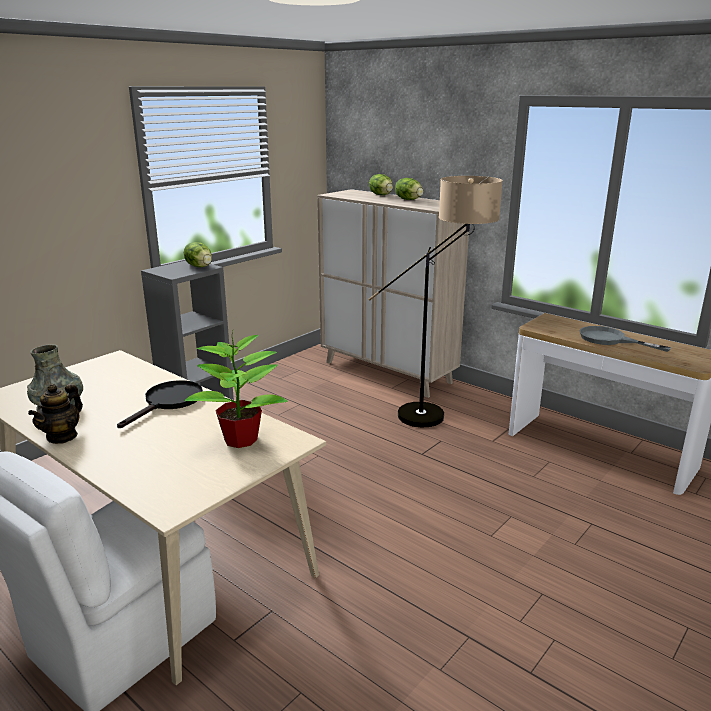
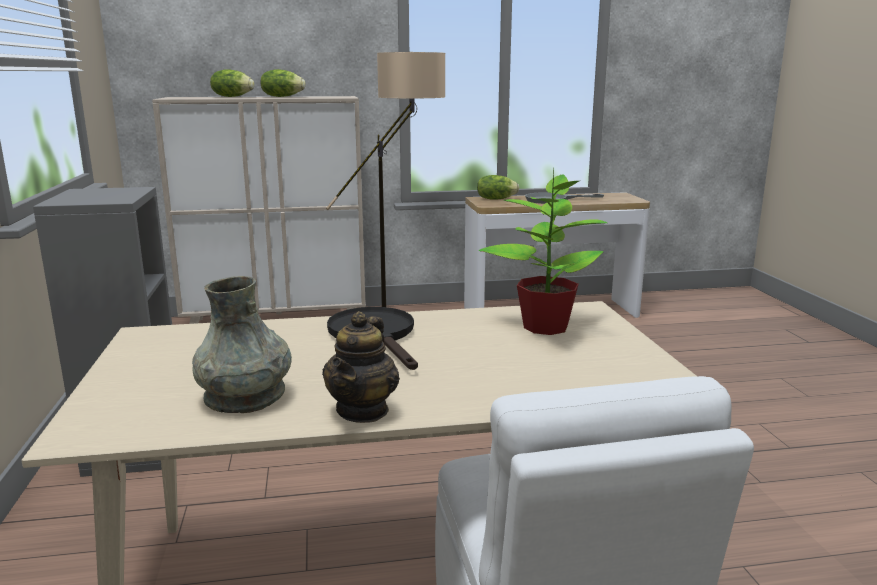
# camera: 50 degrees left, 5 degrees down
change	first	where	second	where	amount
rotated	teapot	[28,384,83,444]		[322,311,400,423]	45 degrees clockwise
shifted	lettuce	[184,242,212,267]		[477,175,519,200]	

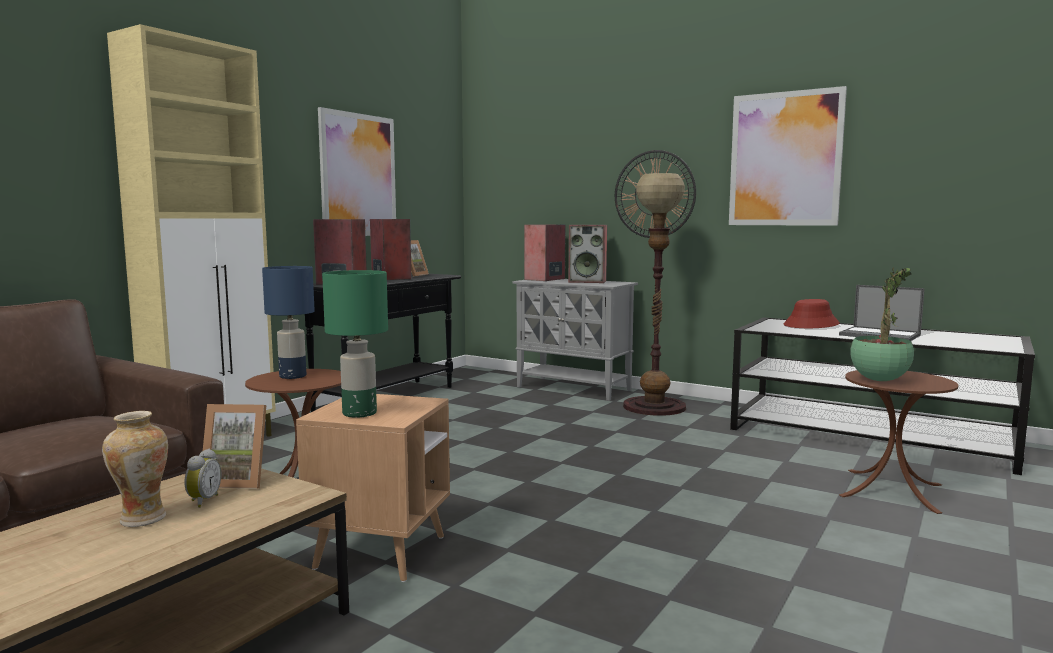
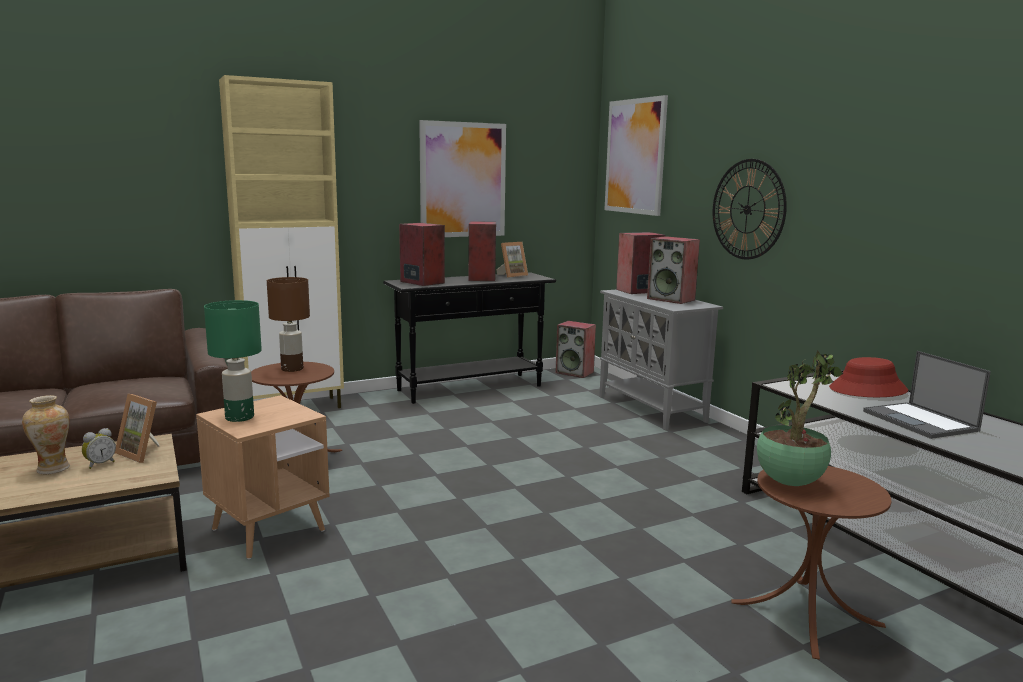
# camera: 30 degrees right, 5 degrees up
change	first	where	second	where	amount
repainted	blue table lamp	[262,266,315,379]	brown table lamp	[267,277,310,372]	
gone	floor lamp	[623,173,686,416]			
shifted	picture	[729,86,847,226]		[605,95,668,216]	
new			speaker	[555,321,596,378]	

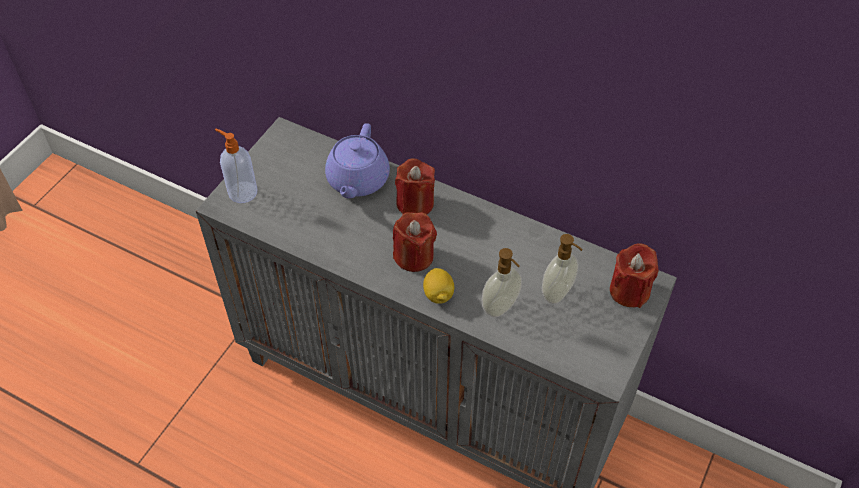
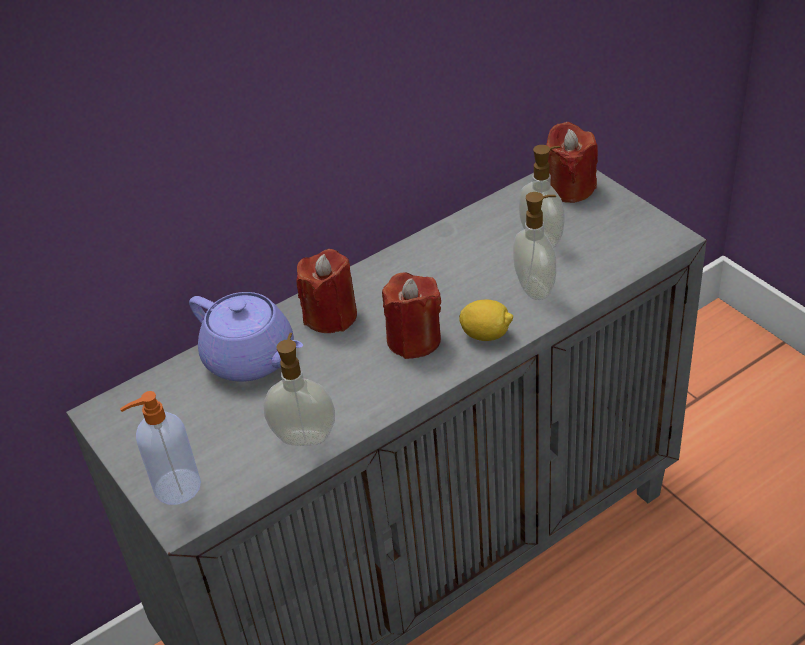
# camera: 60 degrees left, 10 degrees down
change	first	where	second	where	amount
new			soap dispenser	[264,333,335,446]	

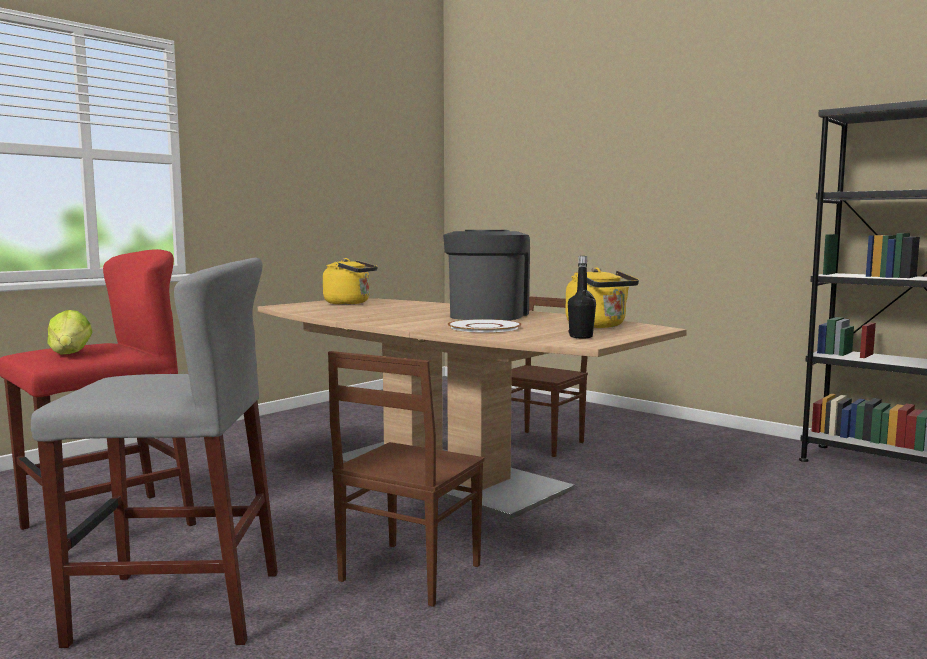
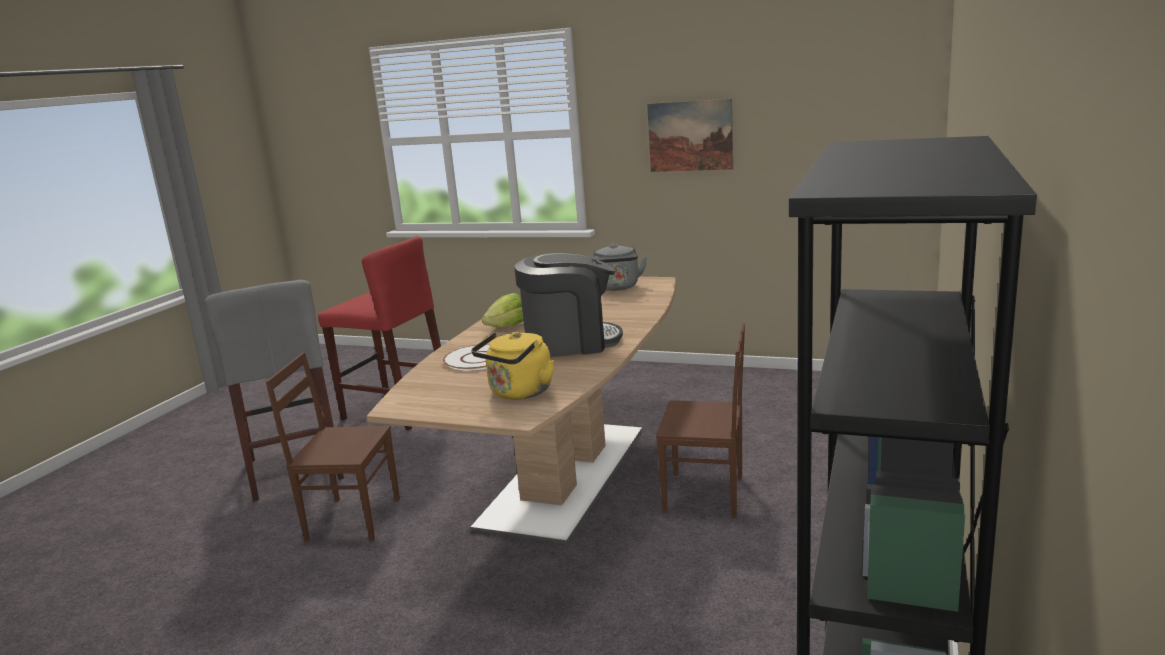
# camera: 70 degrees right, 10 degrees up
change	first	where	second	where	amount
shifted	lettuce	[47,310,93,355]		[482,293,523,327]	
repainted	yellow kettle	[323,258,378,305]	grey kettle	[593,244,647,291]	
gone	black bottle	[568,256,596,338]			
new			picture	[647,99,733,172]	

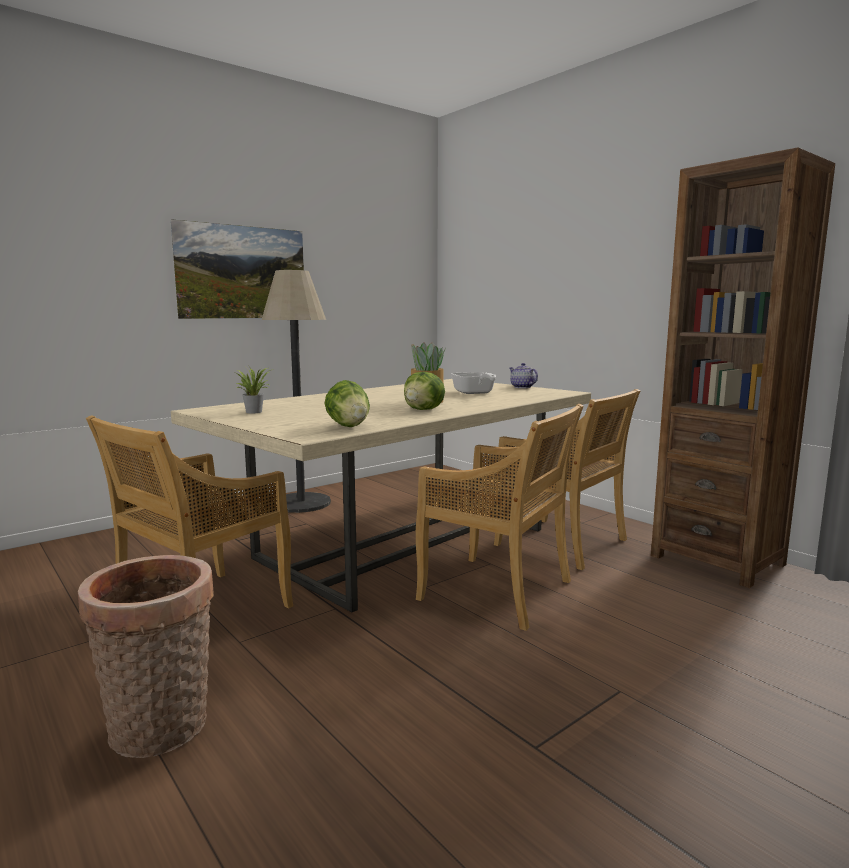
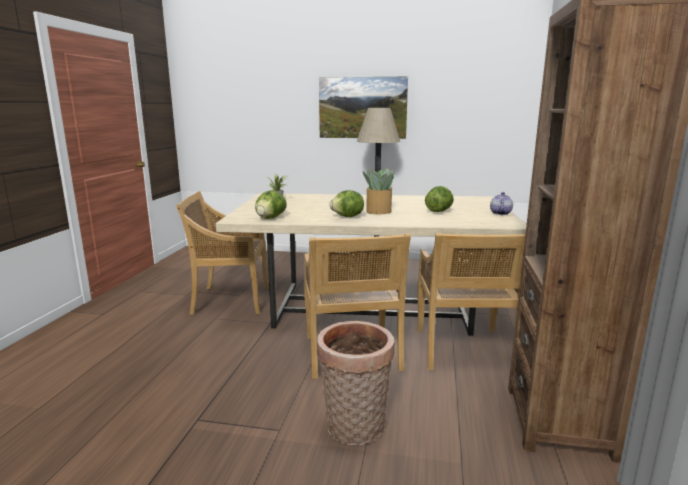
# camera: 50 degrees right, 5 degrees up
change	first	where	second	where	amount
shifted	basket	[78,555,214,758]		[317,321,394,445]	
swapped	frying pan	[451,372,496,394]	lettuce	[425,186,454,212]	

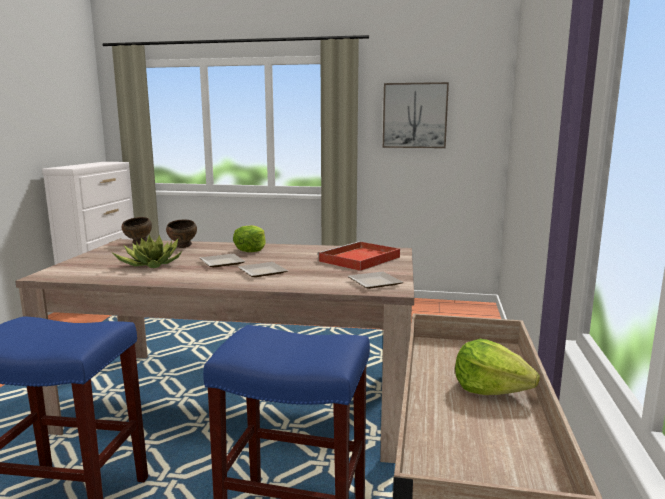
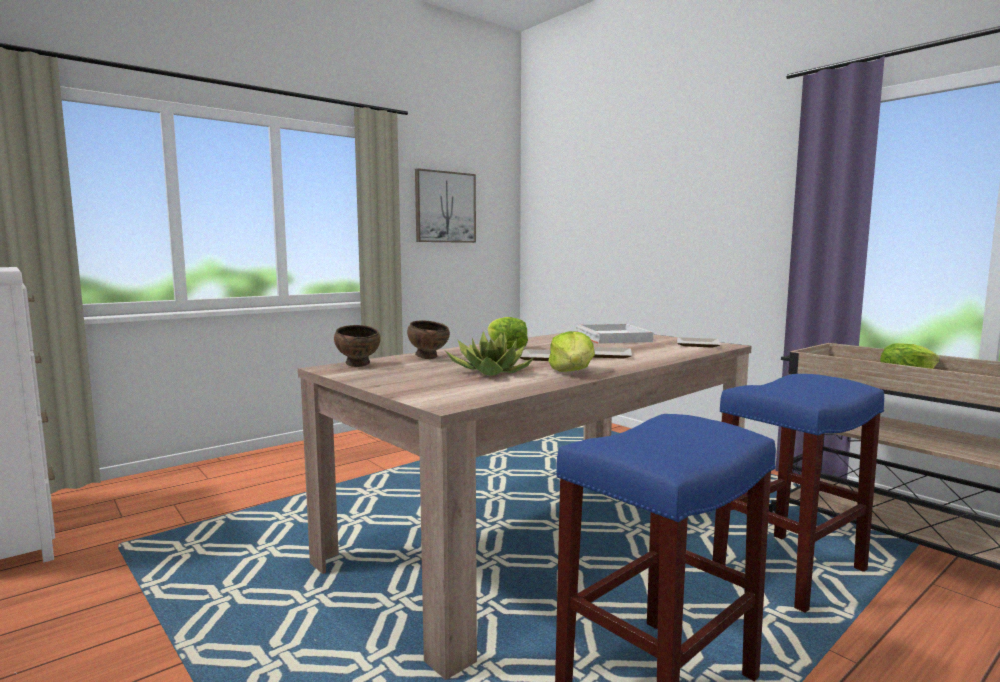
# camera: 50 degrees left, 5 degrees down
change	first	where	second	where	amount
repainted	red tray	[317,241,400,271]	white tray	[576,324,653,344]	
new			lettuce	[548,331,595,372]	

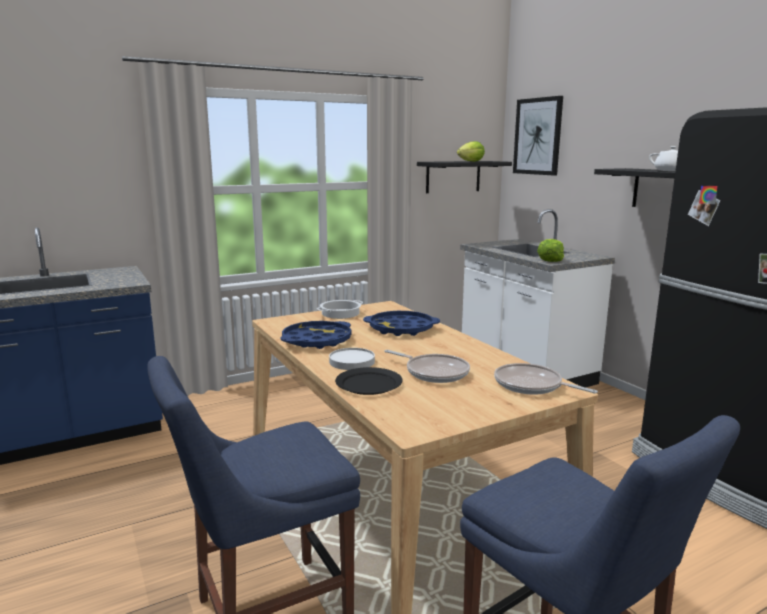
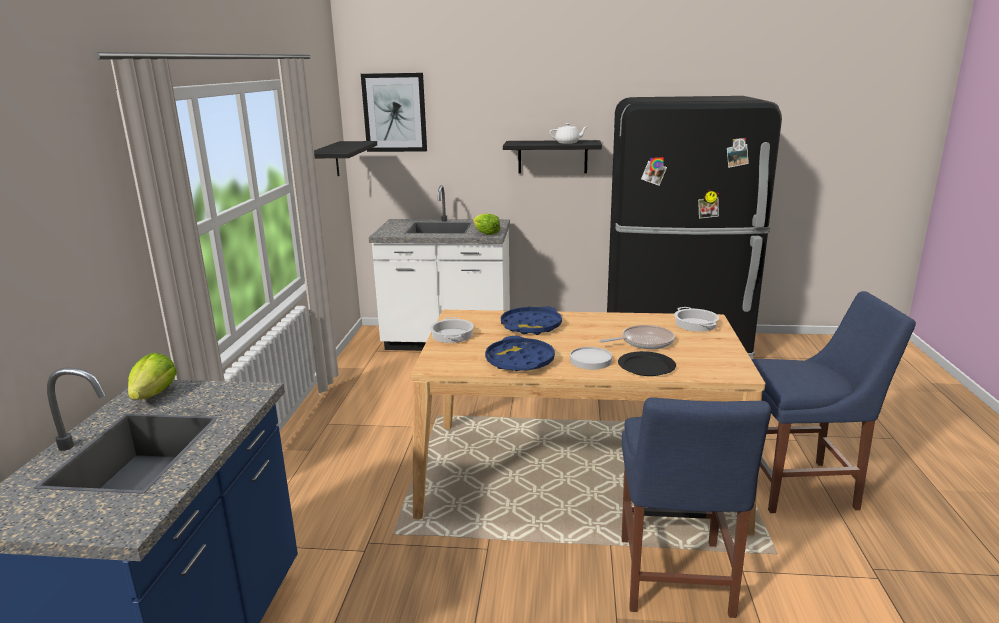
# camera: 55 degrees left, 5 degrees up
change	first	where	second	where	amount
shifted	lettuce	[457,141,485,162]		[128,353,177,400]	
swapped	frying pan	[494,363,598,395]	cooking pot	[674,307,719,332]	

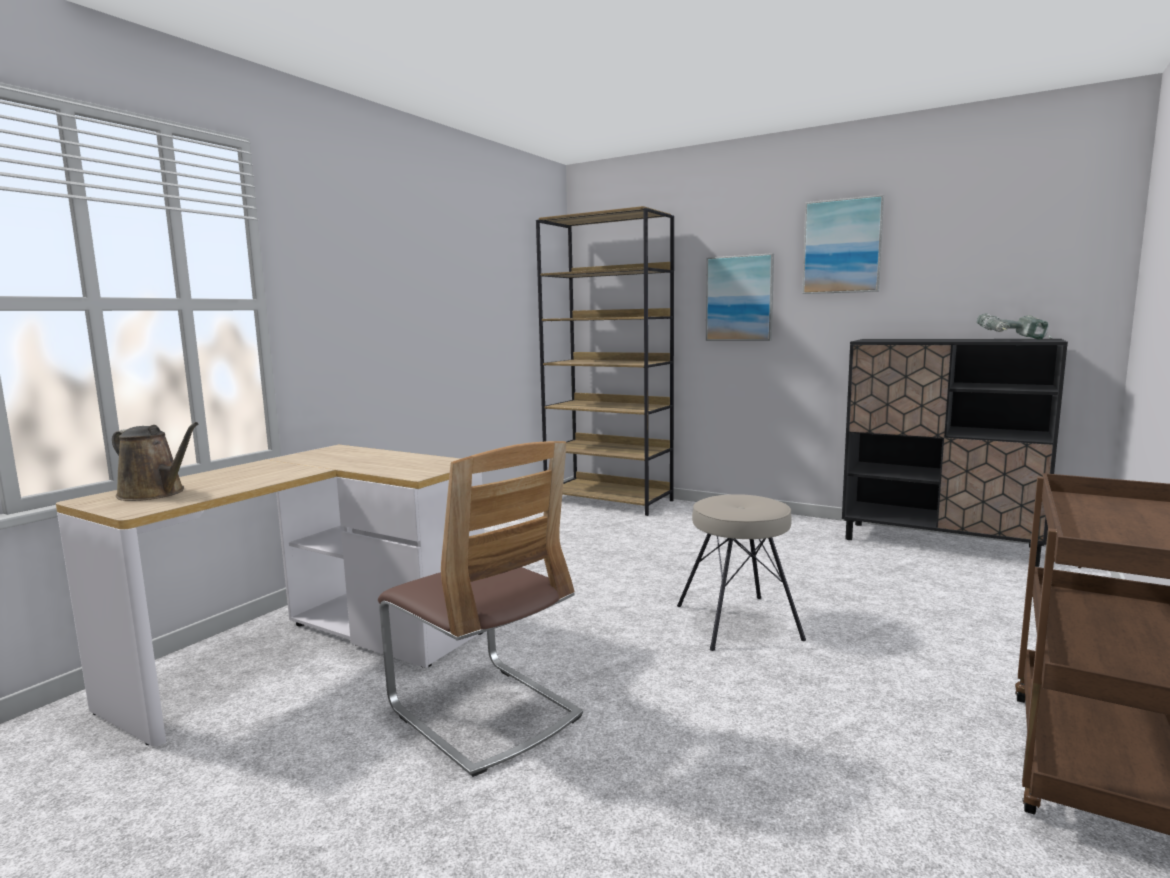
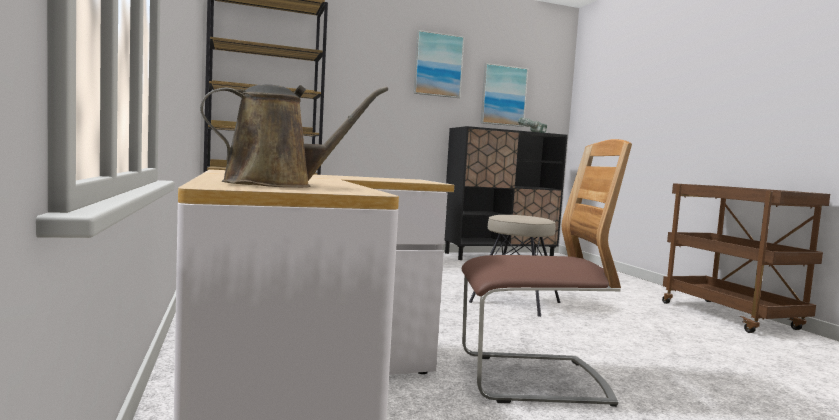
# camera: 50 degrees left, 5 degrees down
change	first	where	second	where	amount
shifted	picture	[706,253,774,341]		[481,63,528,127]	

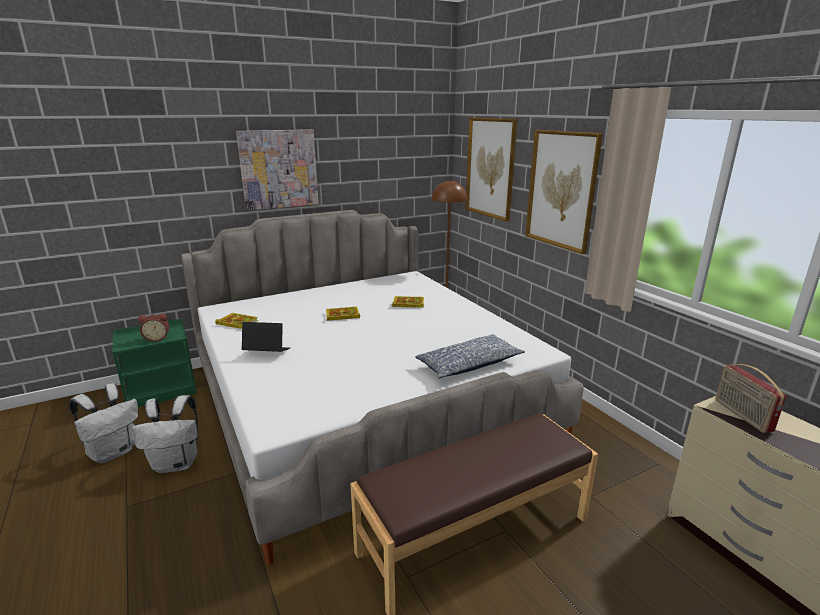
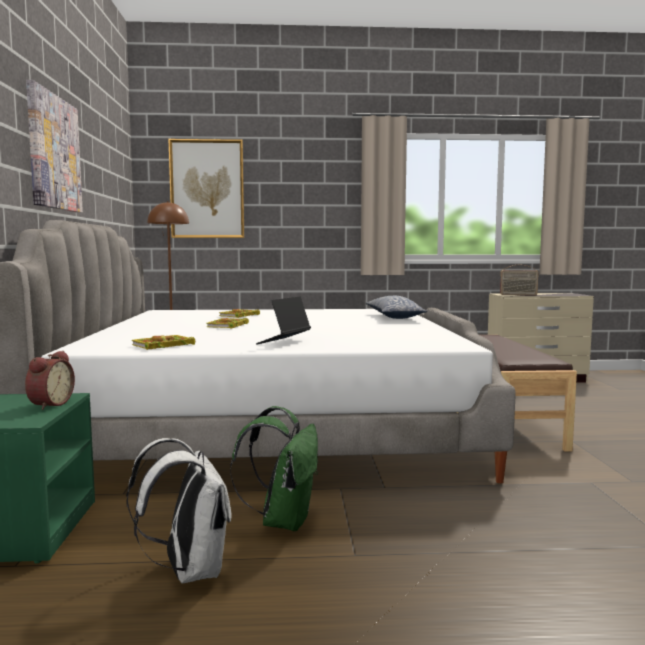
# camera: 65 degrees left, 15 degrees down
change	first	where	second	where	amount
repainted	white backpack	[132,395,198,473]	green backpack	[230,406,318,531]	
gone	picture	[525,130,603,254]			

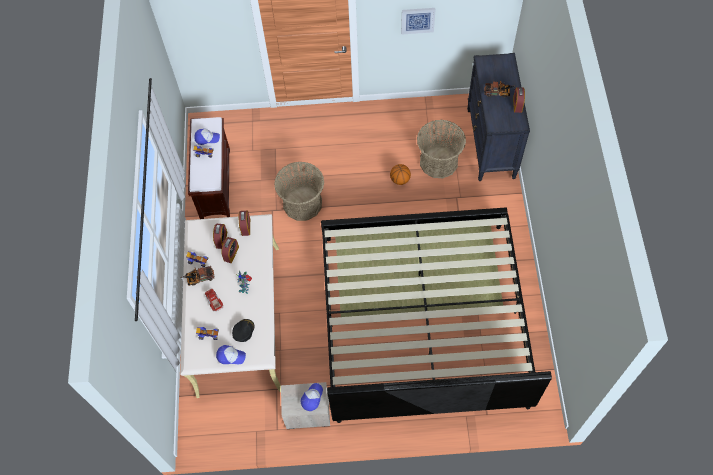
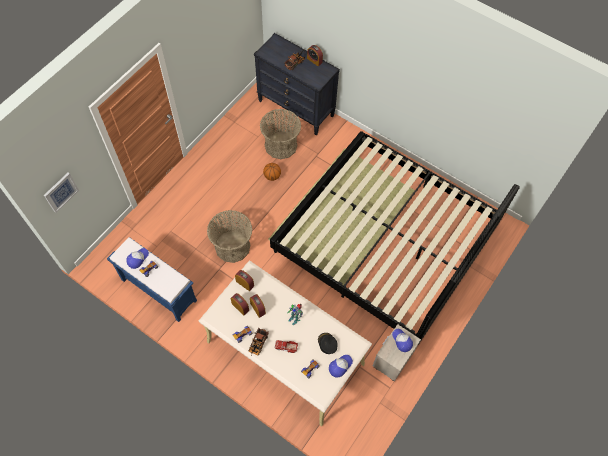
# camera: 55 degrees left, 0 degrees up
change	first	where	second	where	amount
repainted	brown bench	[188,117,230,219]	blue bench	[107,237,197,322]	
shifted	picture	[401,8,436,35]		[44,173,79,213]	

